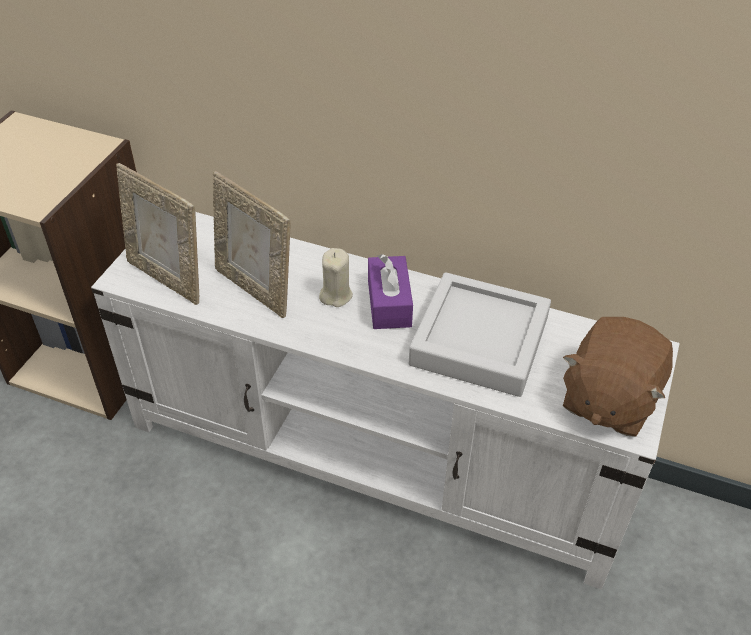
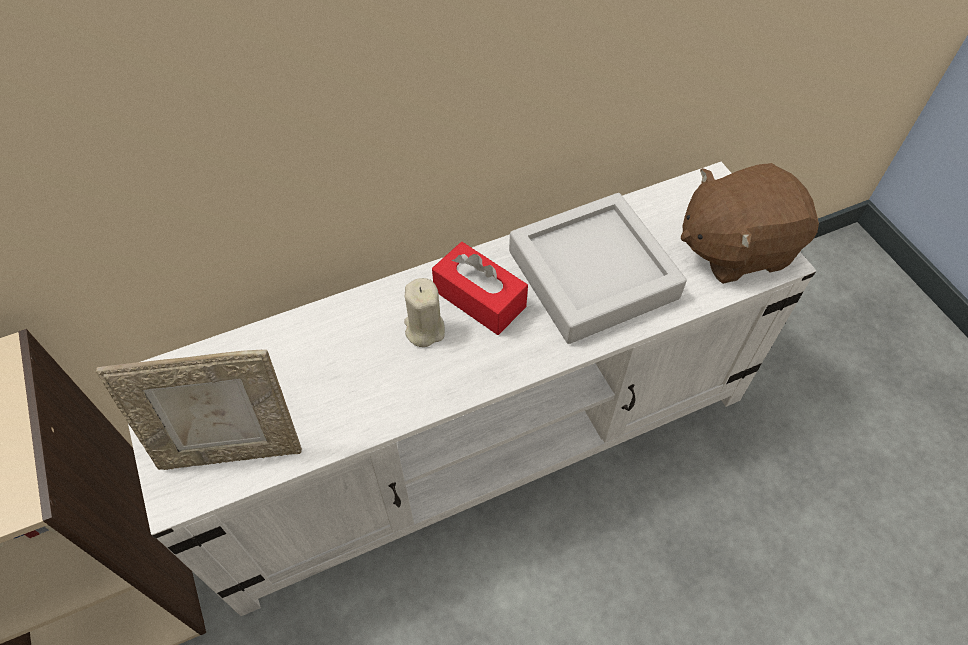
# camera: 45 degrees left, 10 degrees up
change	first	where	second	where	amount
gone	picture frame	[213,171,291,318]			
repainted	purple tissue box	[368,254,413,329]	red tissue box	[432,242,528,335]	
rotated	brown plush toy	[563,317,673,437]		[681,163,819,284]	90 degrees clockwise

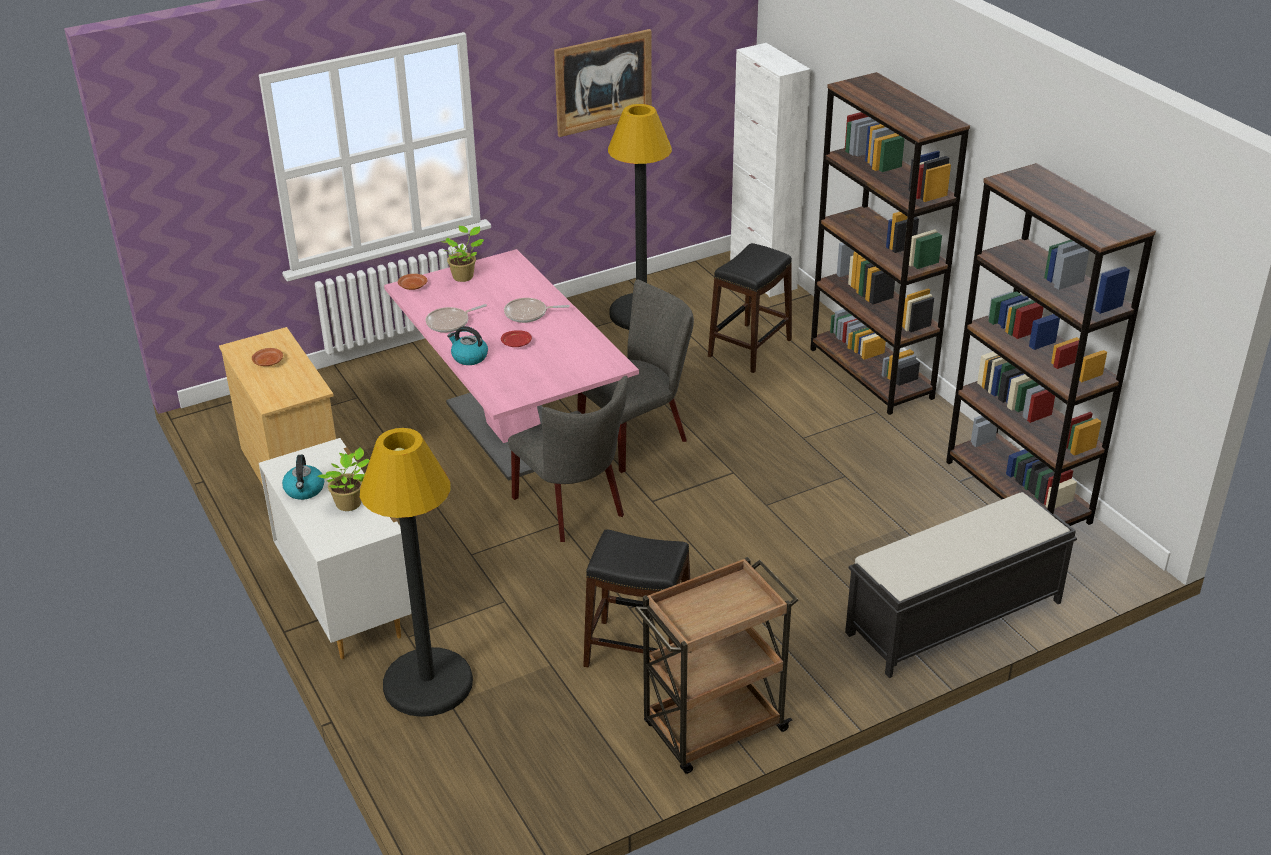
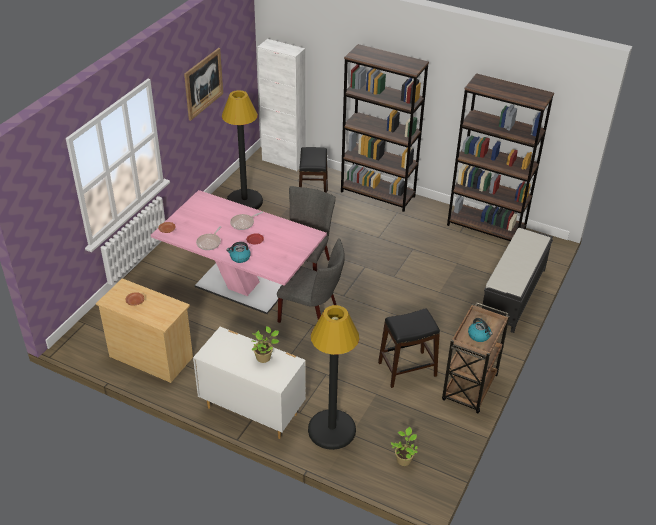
# camera: 35 degrees left, 5 degrees up
change	first	where	second	where	amount
shifted	kettle	[282,455,324,500]		[468,318,492,342]	
shifted	potted plant	[441,226,485,282]		[391,427,418,466]	

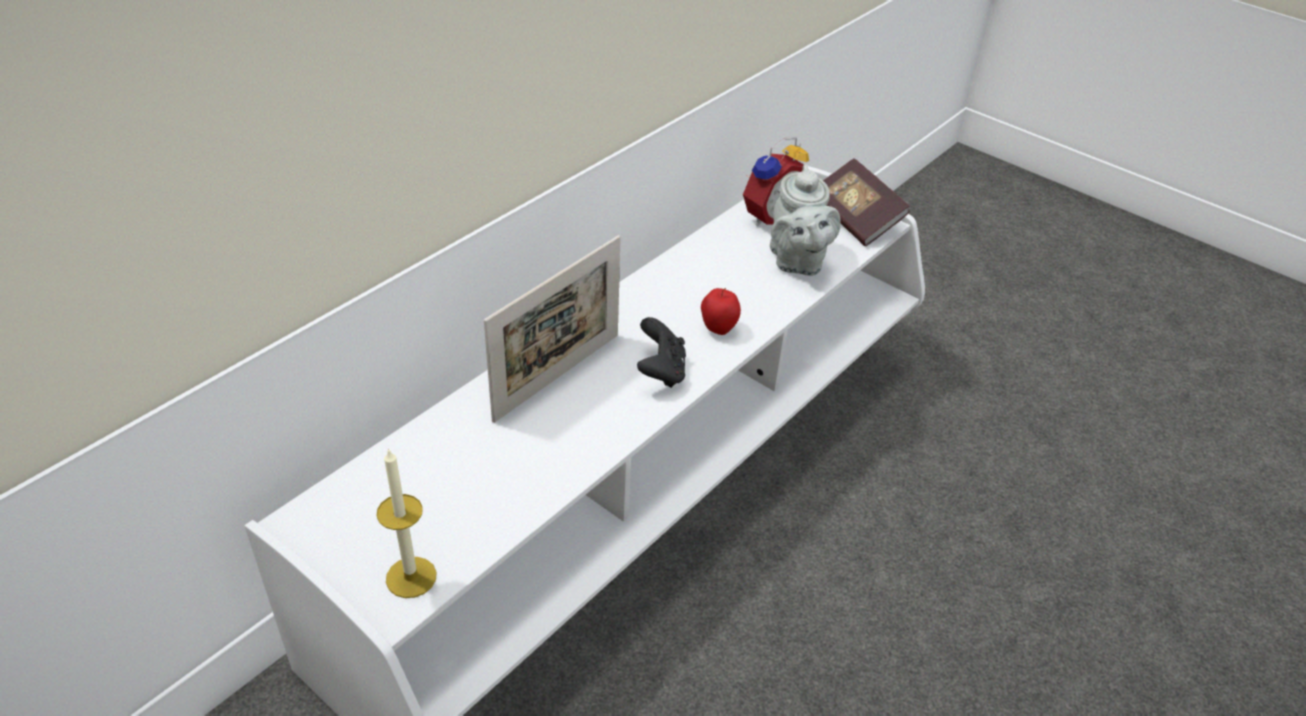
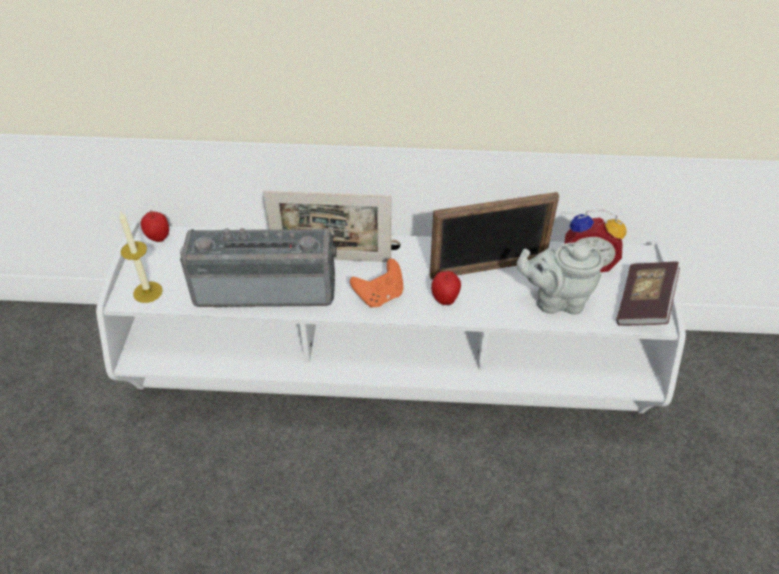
# camera: 55 degrees right, 5 degrees up
change	first	where	second	where	amount
repainted	black game controller	[637,317,686,388]	orange game controller	[350,259,403,308]	
rotated	grey teapot	[770,164,841,276]		[517,242,604,315]	45 degrees clockwise
new			apple	[141,210,169,242]	
new			radio	[180,228,336,307]	
new			picture frame	[430,192,559,279]	

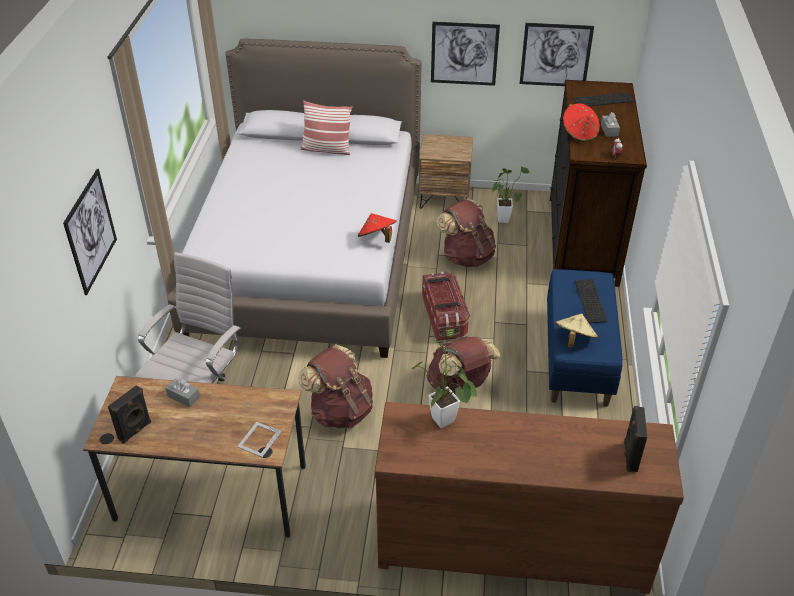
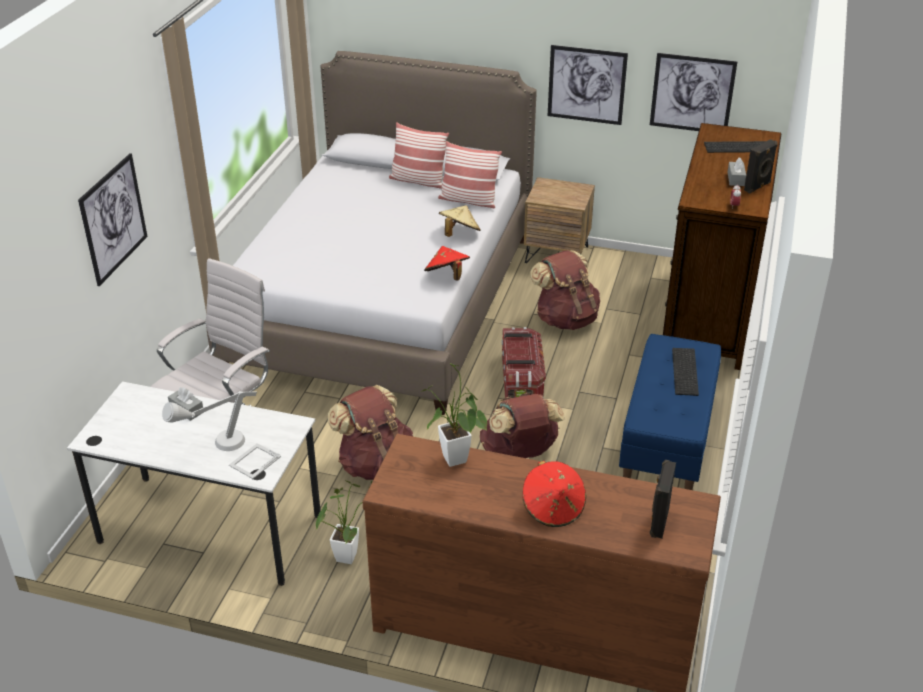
# camera: 10 degrees right, 5 degrees down
change	first	where	second	where	amount
repainted	brown desk	[83,376,306,538]	white desk	[67,381,321,586]	
shifted	black speaker	[108,385,151,444]		[744,139,778,193]	
shifted	potted plant	[492,166,529,223]		[316,480,372,564]	
shifted	beige hat	[555,313,598,348]		[439,205,481,237]	
shifted	red hat	[563,103,600,142]		[523,461,586,527]	
new			grey table lamp	[162,391,257,451]	
new			pillow	[438,141,502,208]	

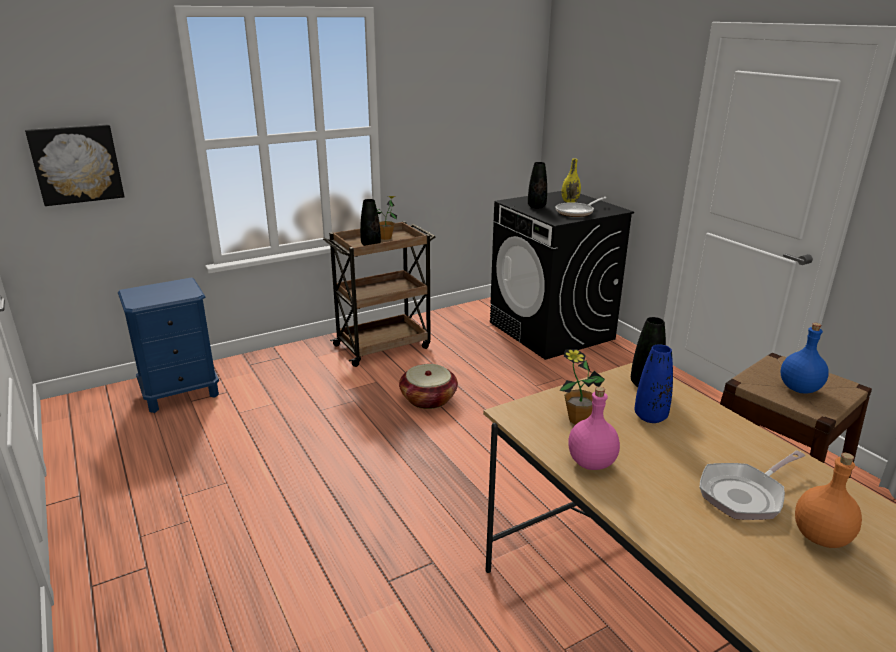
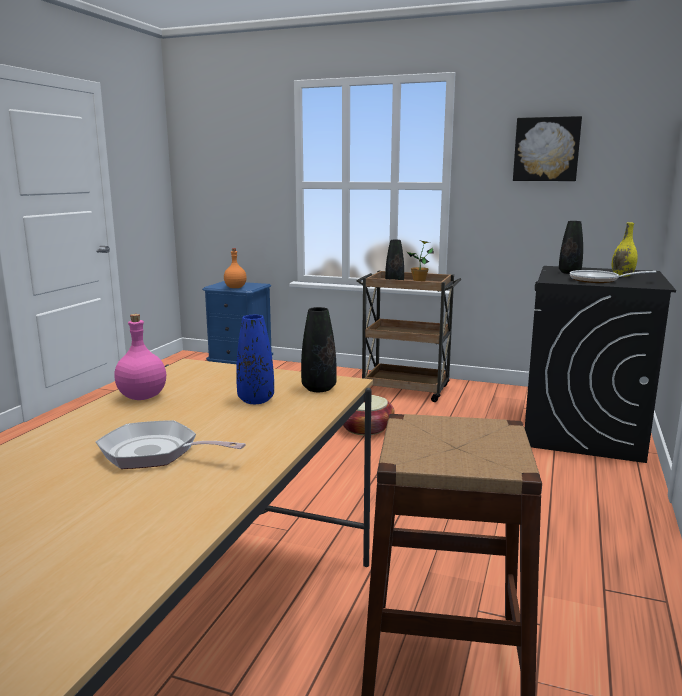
# camera: 50 degrees right, 10 degrees down
change	first	where	second	where	amount
shifted	picture	[25,124,124,206]		[513,116,582,181]	
gone	potted plant	[559,349,605,425]			
gone	blue bottle	[781,323,829,394]			
shifted	orange bottle	[795,453,862,548]		[224,248,247,288]	

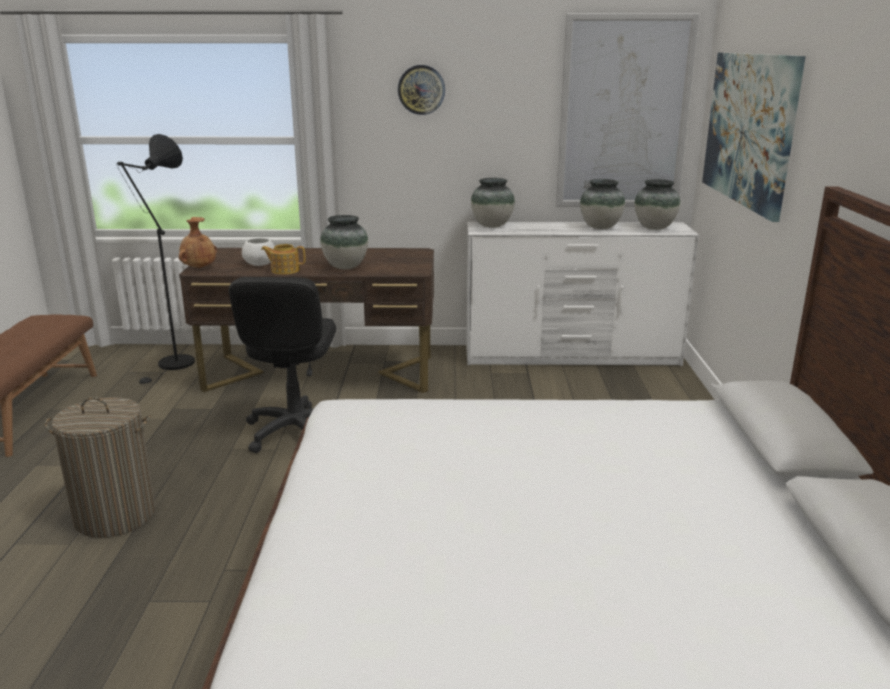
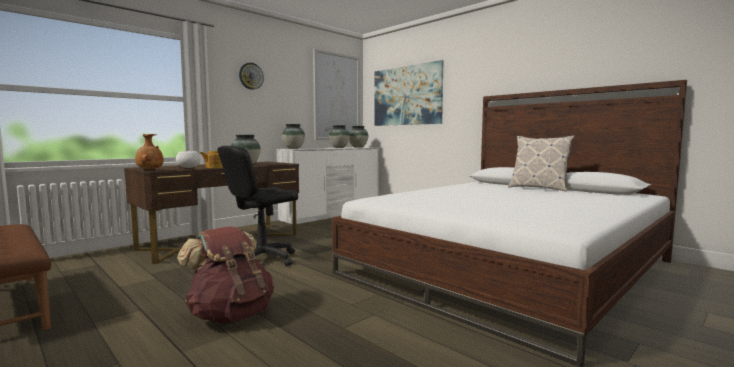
# camera: 45 degrees left, 15 degrees down
change	first	where	second	where	amount
swapped	laundry basket	[45,397,156,538]	brown backpack	[177,226,274,323]	
gone	black floor lamp	[116,134,195,386]			
rotated	black office chair	[229,277,336,453]		[218,146,298,266]	90 degrees clockwise
new			pillow	[508,136,575,192]	

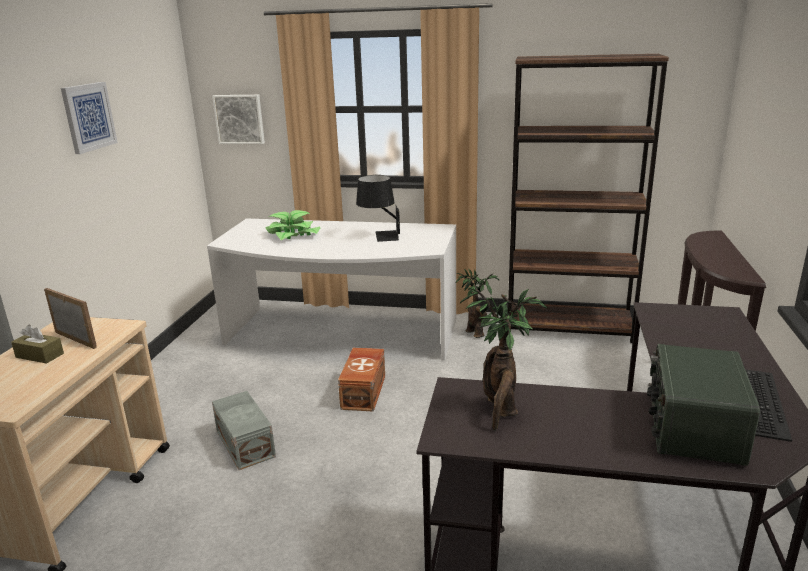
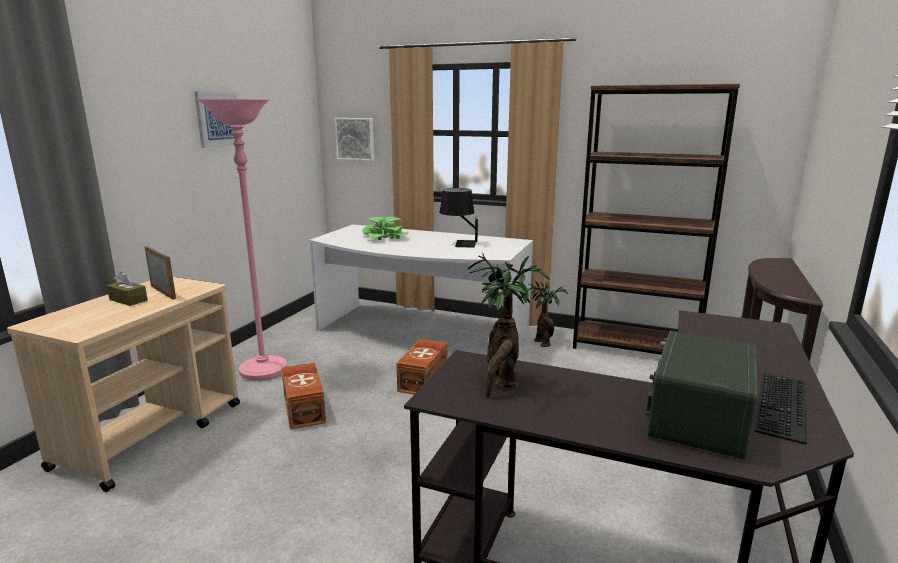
# camera: 10 degrees right, 5 degrees down
change	first	where	second	where	amount
repainted	grey storage box	[212,391,276,470]	brown storage box	[282,363,326,430]	
new			pink floor lamp	[197,99,287,381]	

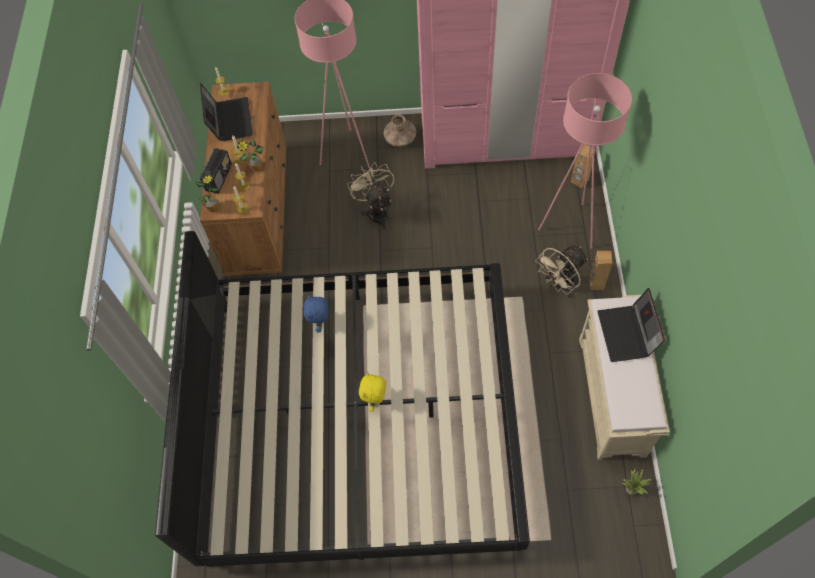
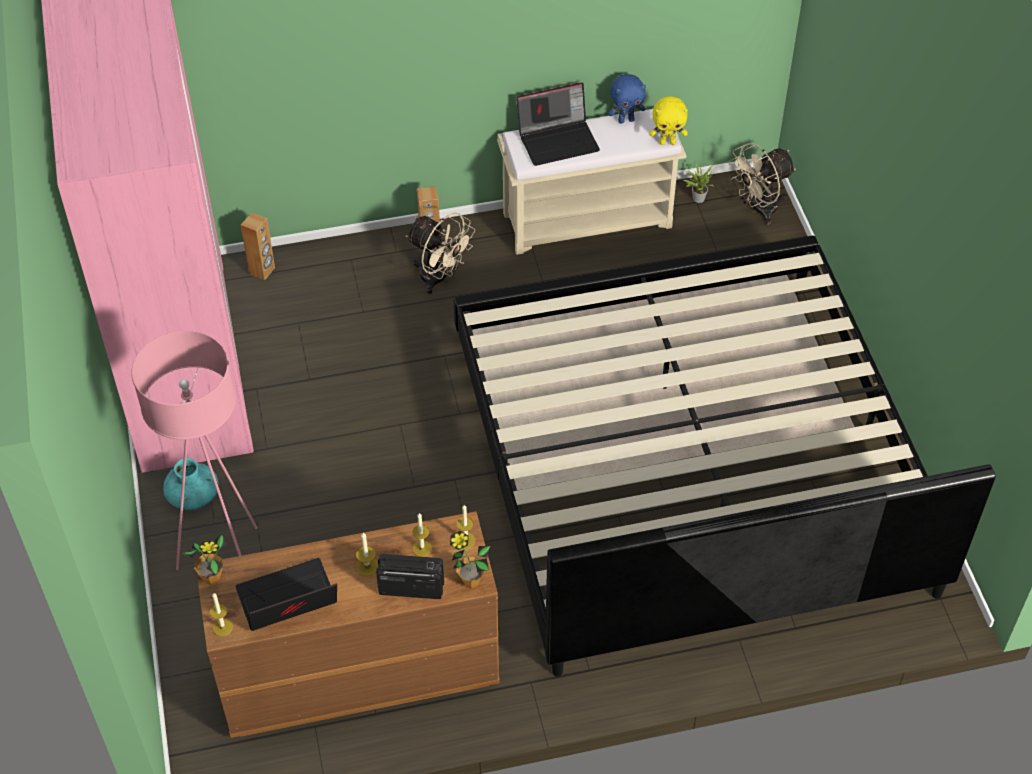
# camera: 105 degrees left, 10 degrees down
change	first	where	second	where	amount
shifted	potted plant	[237,139,264,172]		[183,535,227,585]	
shifted	blue plush toy	[303,295,328,332]		[608,74,646,124]	
shifted	beige fan	[347,162,394,230]		[728,143,796,225]	
shifted	yellow plush toy	[359,373,386,412]		[649,96,688,145]	
repainted	brown vase	[384,114,416,147]	turquoise vase	[163,458,219,510]	
gone	pink floor lamp	[538,73,632,249]			

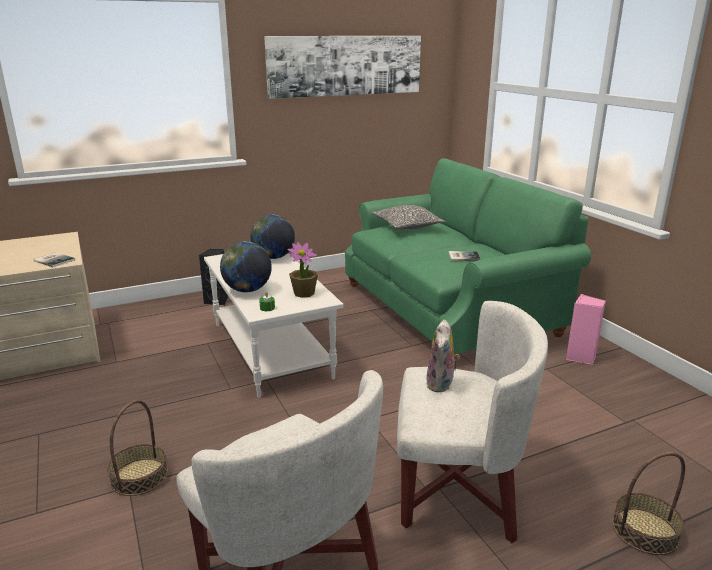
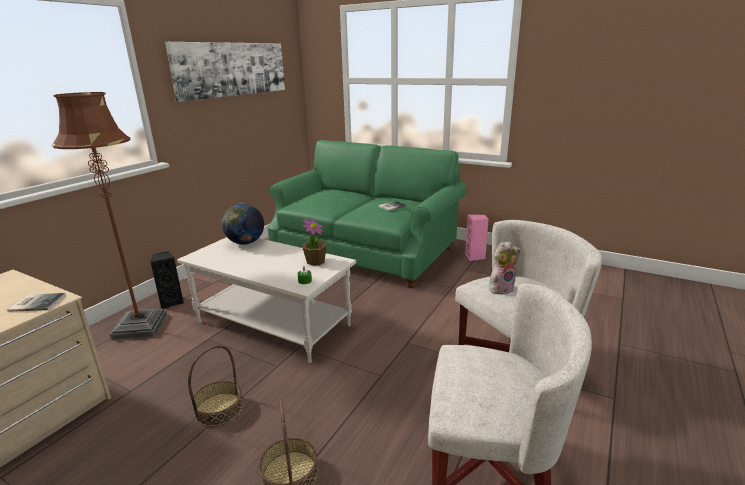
# camera: 35 degrees left, 0 degrees up
change	first	where	second	where	amount
gone	globe	[220,241,272,293]			
gone	pillow	[372,205,446,229]			
rotated	plush toy	[426,319,460,392]		[489,241,521,294]	90 degrees counterclockwise
shifted	basket	[612,452,685,555]		[188,345,243,427]	
new			brown floor lamp	[52,92,167,340]	

